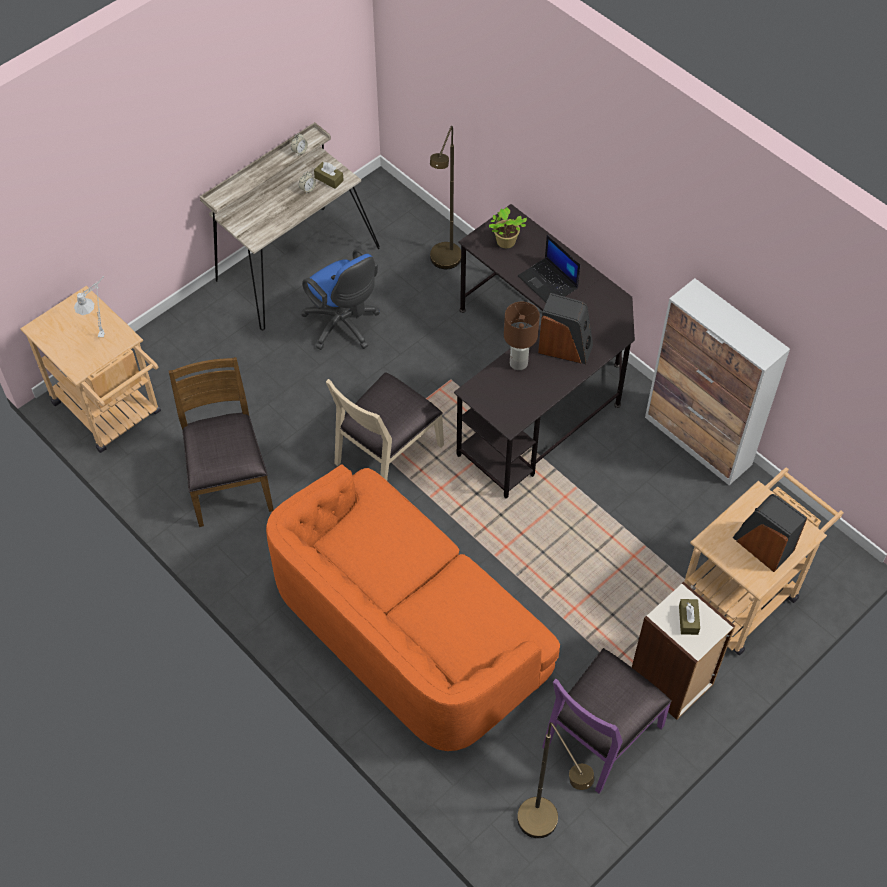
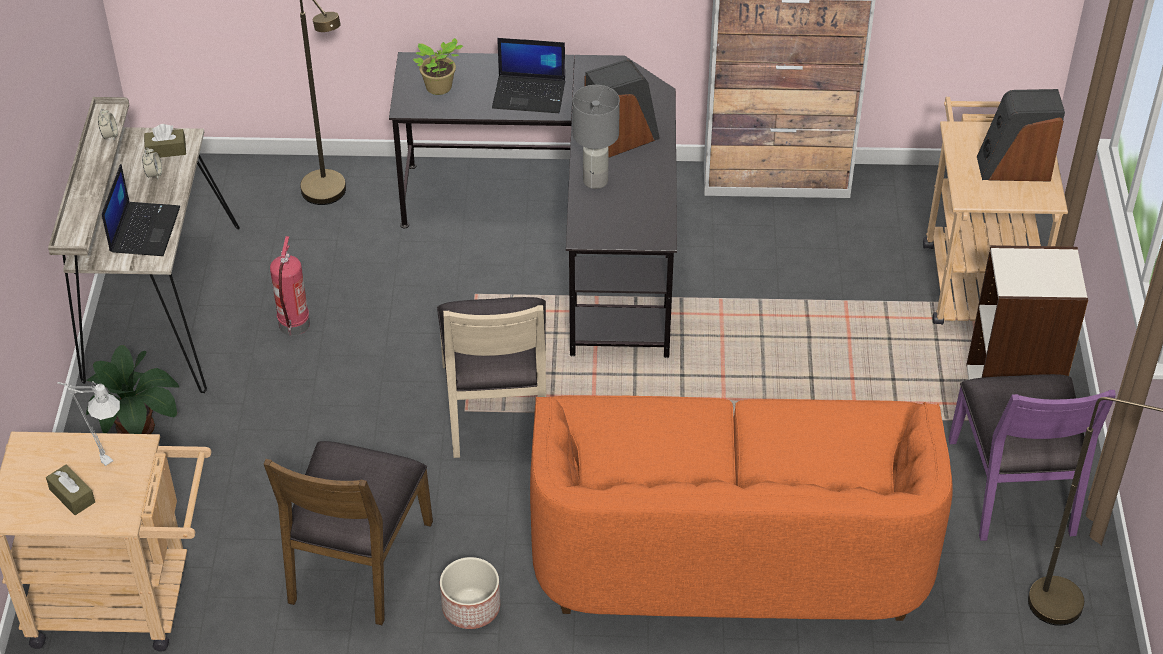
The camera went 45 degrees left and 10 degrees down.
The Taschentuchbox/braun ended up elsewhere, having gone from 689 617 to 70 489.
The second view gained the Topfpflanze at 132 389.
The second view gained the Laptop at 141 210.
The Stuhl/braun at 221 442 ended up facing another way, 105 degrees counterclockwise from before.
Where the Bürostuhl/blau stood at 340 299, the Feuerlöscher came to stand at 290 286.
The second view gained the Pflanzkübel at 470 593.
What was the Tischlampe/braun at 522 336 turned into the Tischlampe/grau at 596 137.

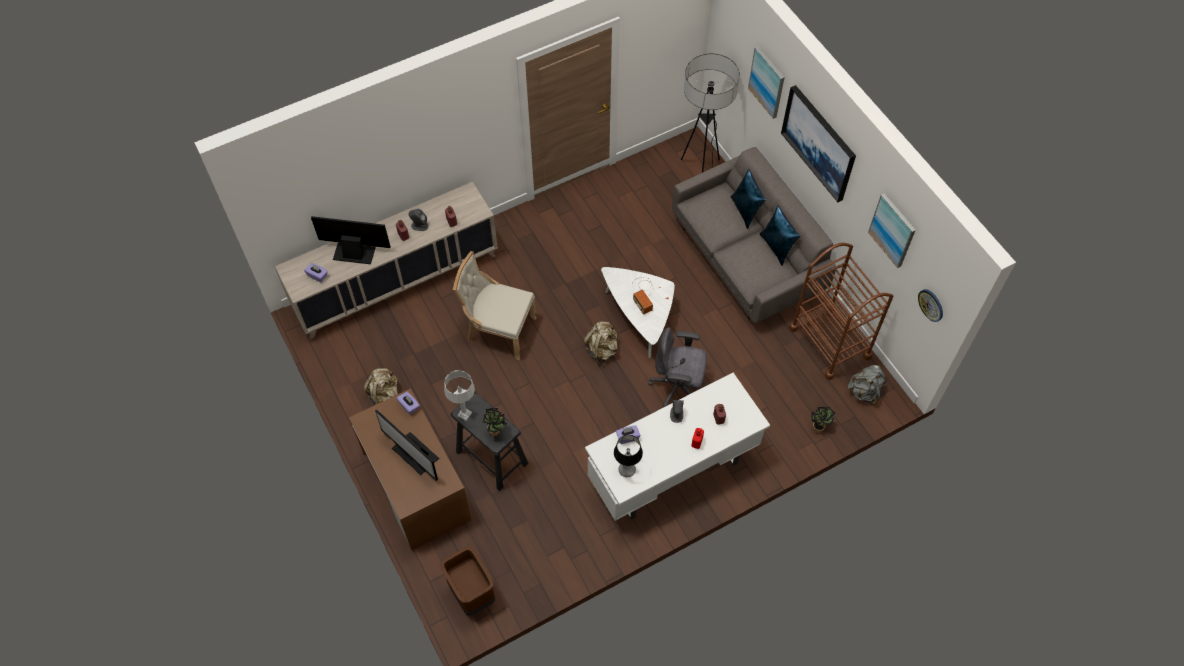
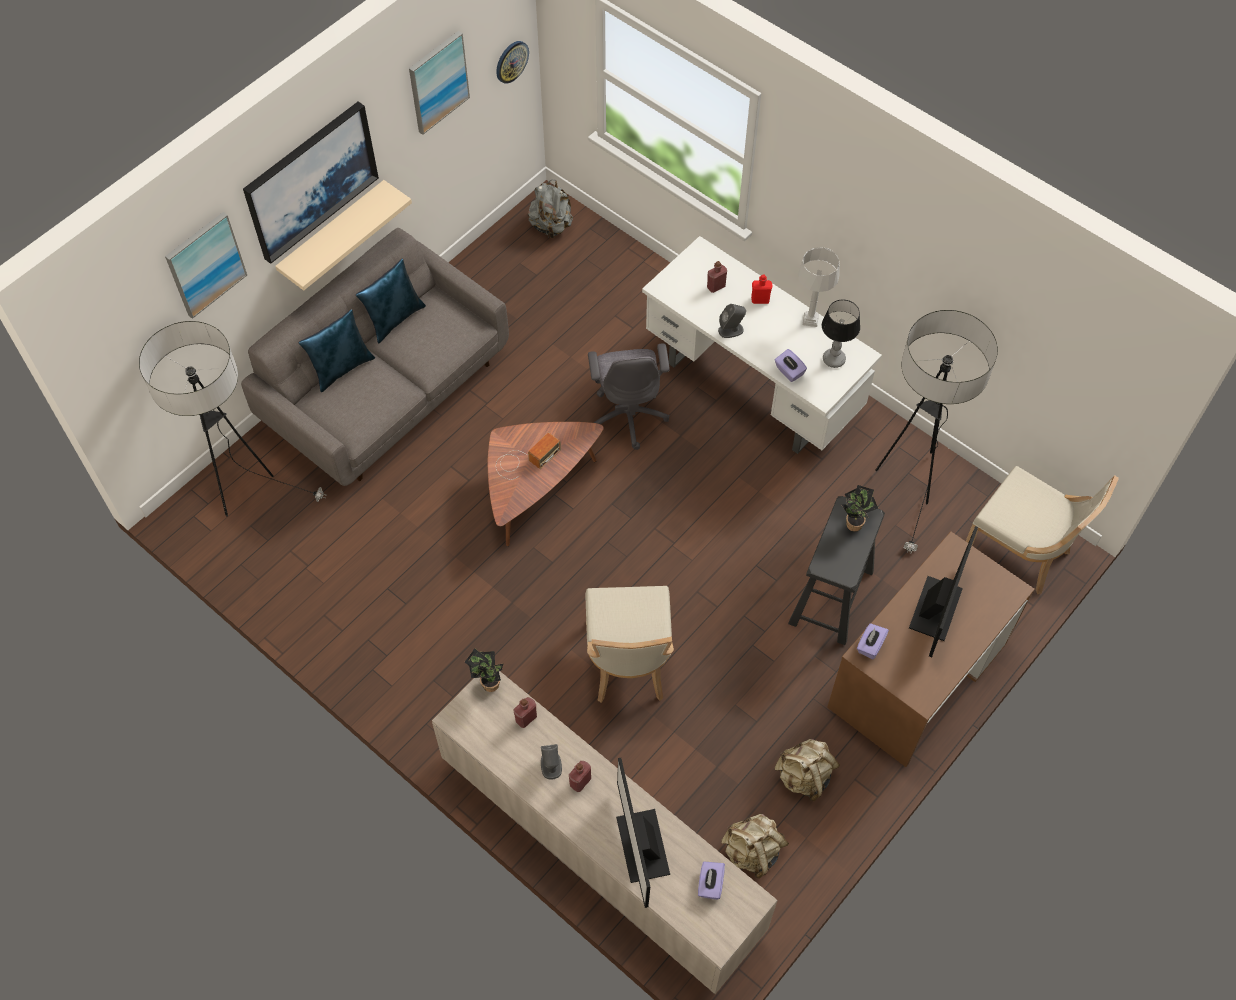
The camera went 110 degrees left and 0 degrees up.
The second view gained the Wandregal/beige at 343 235.
The Topfpflanze ended up elsewhere, having gone from 823 419 to 484 670.
What was the Couchtisch/weiß at 638 312 turned into the Couchtisch/braun at 546 484.
The Rucksack/beige ended up elsewhere, having gone from 600 342 to 755 846.
The Tischlampe/grau ended up elsewhere, having gone from 459 395 to 819 287.
The second view gained the Stehlampe at 936 432.
Where the Mülleimer/braun stood at 468 581, the Stuhl/beige came to stand at 1042 530.
The second view lost the Rollwagen/braun at 841 311.

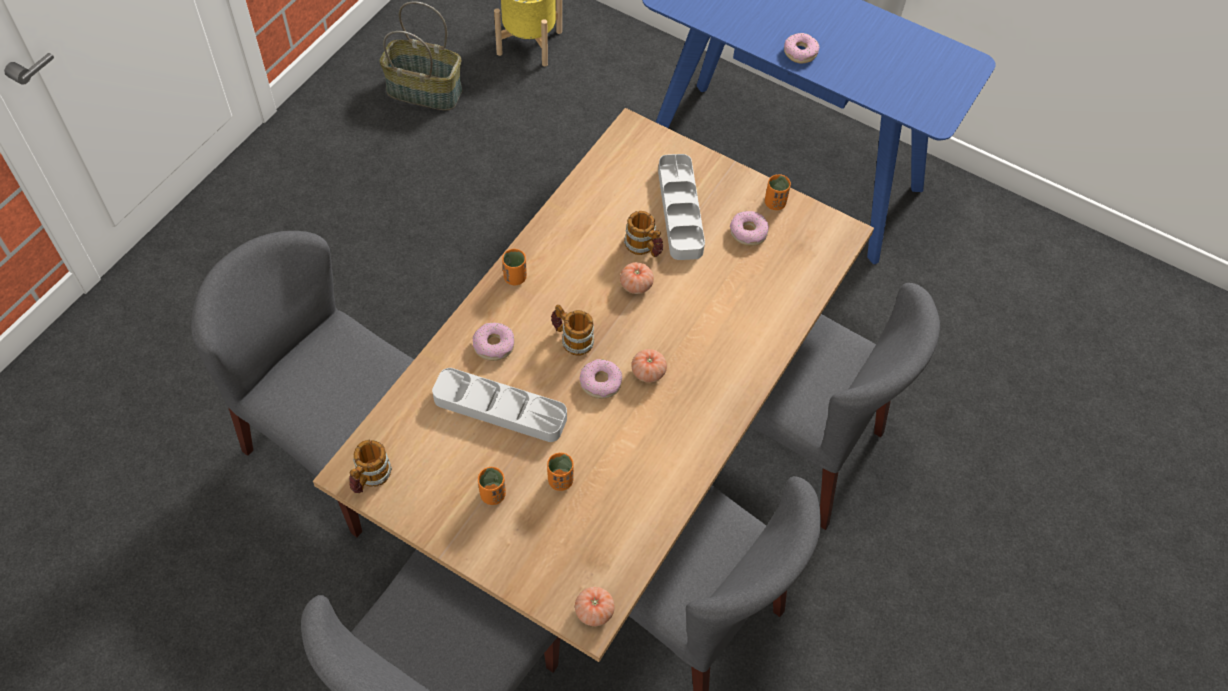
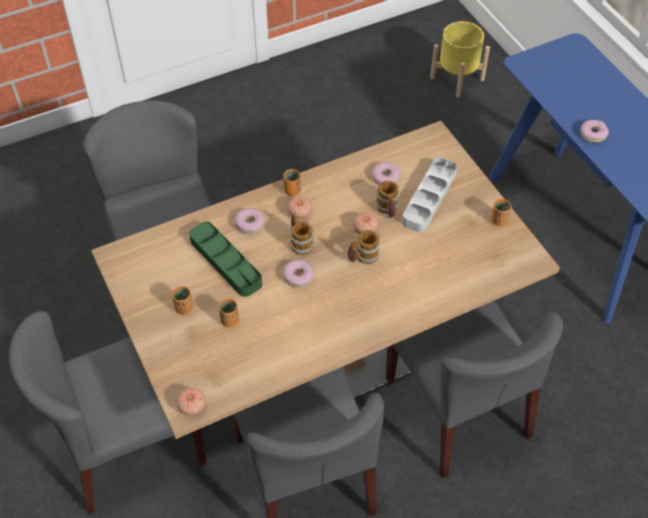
The camera went 35 degrees right and 5 degrees down.
What was the Tablett/grau at 499 405 turned into the Tablett/grün at 225 259.
The Tomate ended up elsewhere, having gone from 649 366 to 299 207.
The Henkelbecher ended up elsewhere, having gone from 370 466 to 363 247.
The Donut ended up elsewhere, having gone from 749 228 to 386 173.
The second view lost the Korb at 421 55.

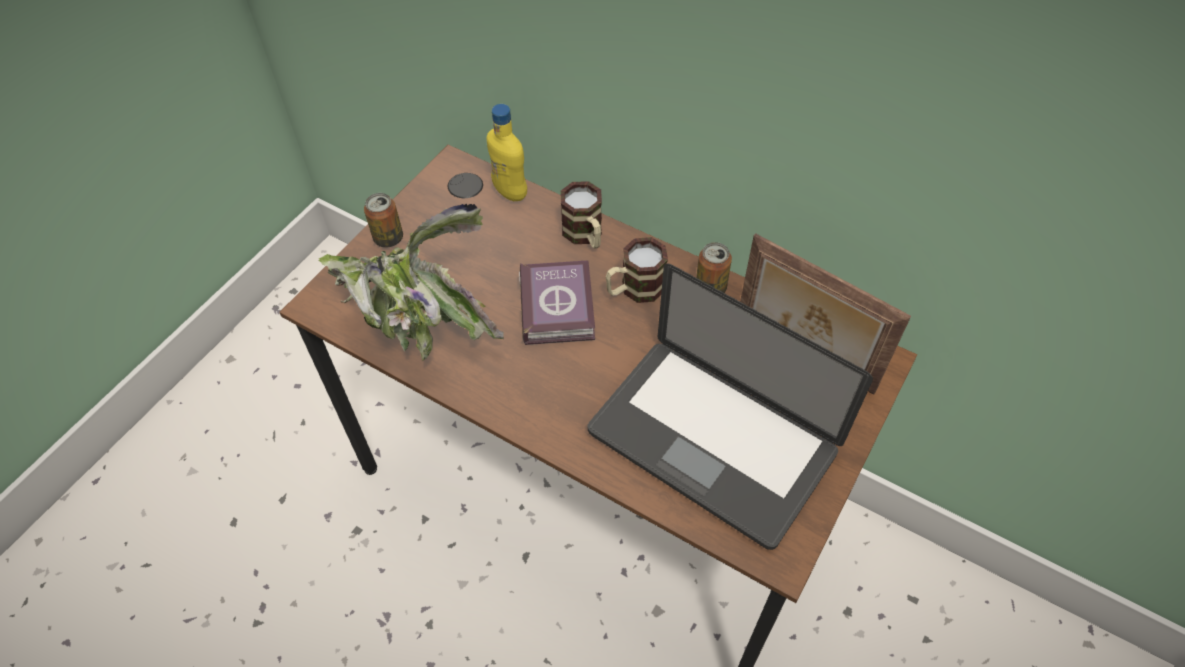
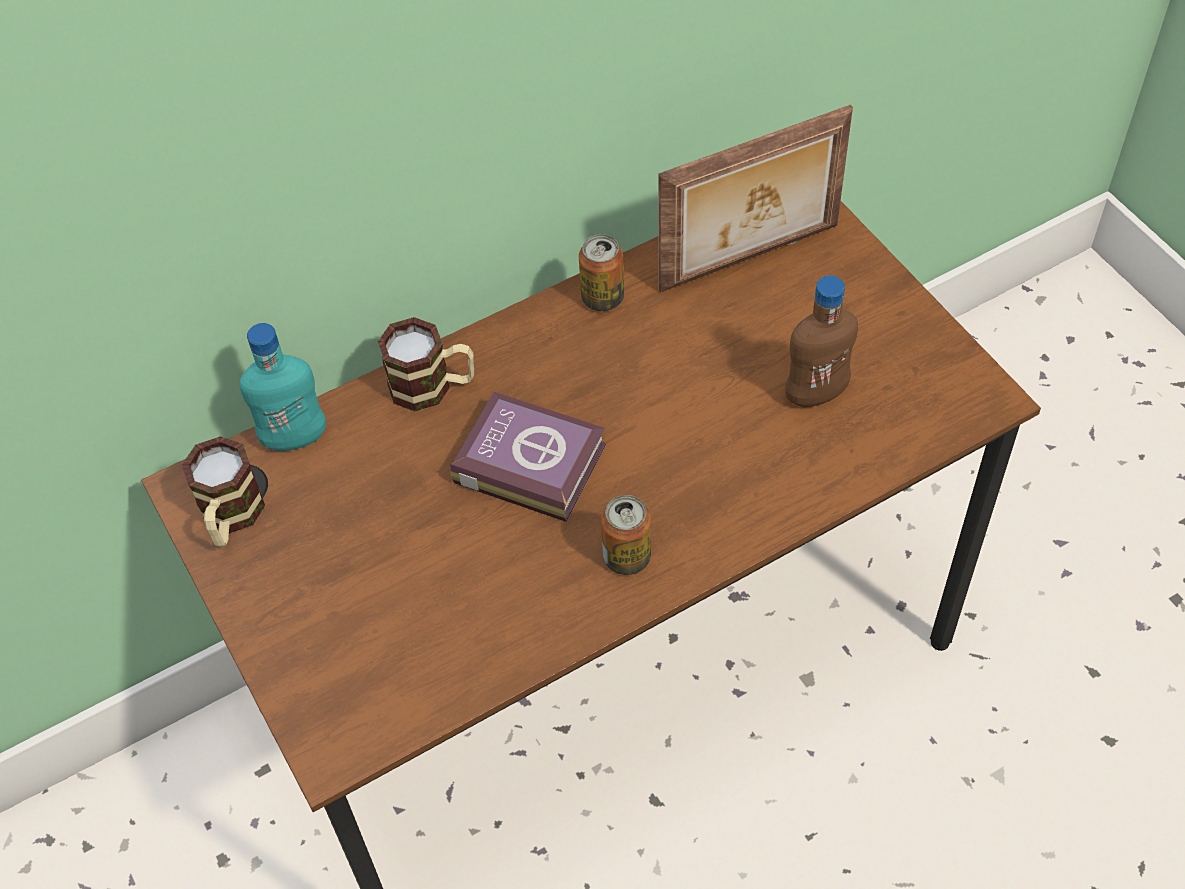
The camera went 60 degrees left and 0 degrees up.
The Henkelbecher ended up elsewhere, having gone from 637 270 to 223 491.
What was the Flasche/gelb at 507 152 turned into the Flasche/türkis at 282 387.
The Dose ended up elsewhere, having gone from 383 220 to 626 535.
Where the Laptop stood at 730 407, the Flasche/braun came to stand at 821 341.
The second view lost the Topfpflanze at 411 282.

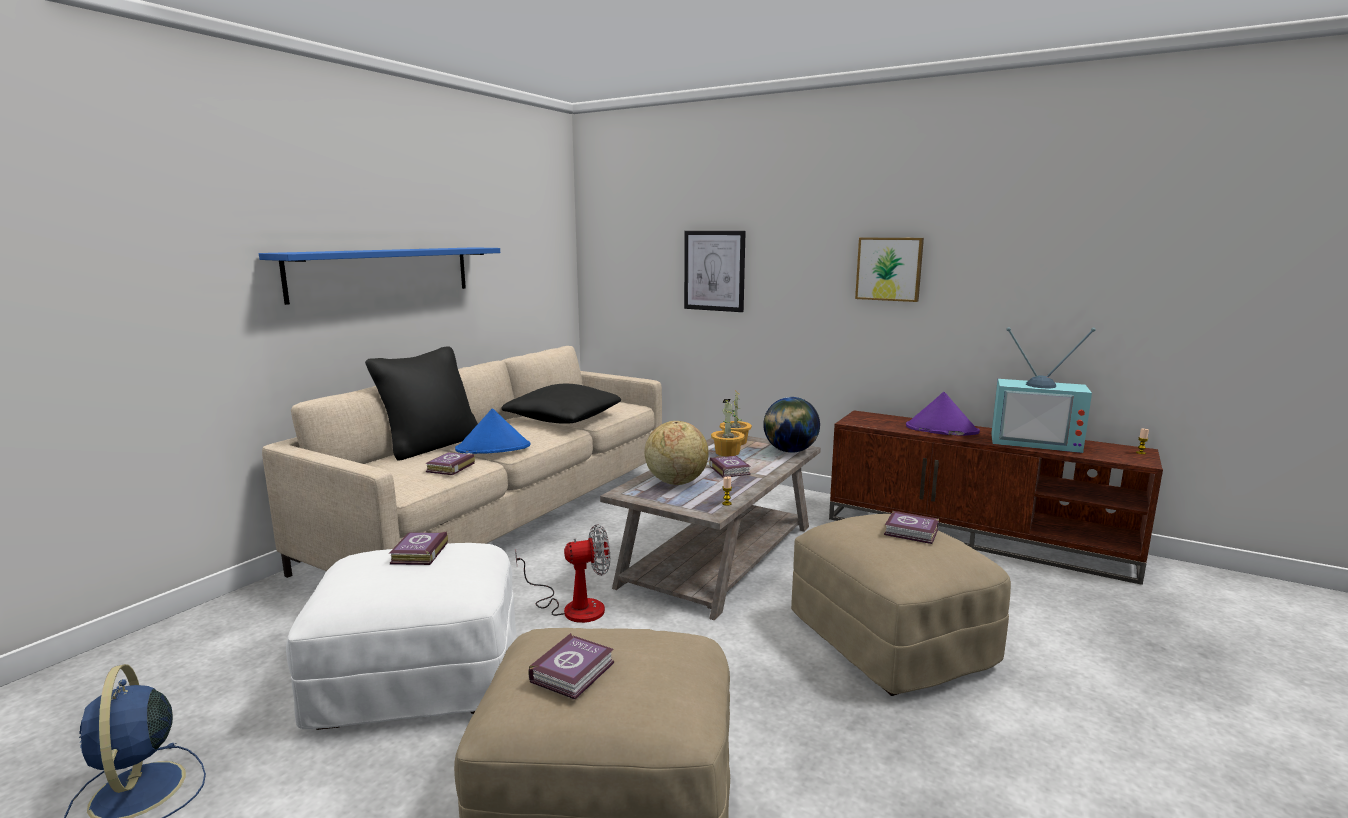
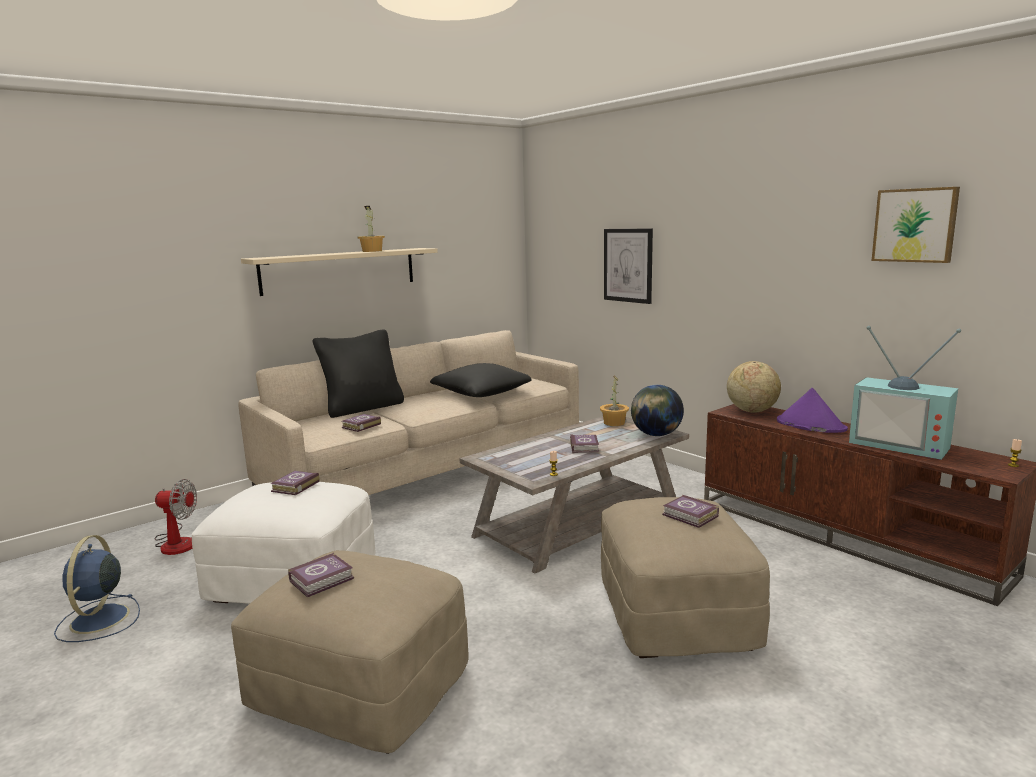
The camera went 20 degrees right and 0 degrees up.
The Ventilator ended up elsewhere, having gone from 562 573 to 176 517.
What was the Wandregal/blau at 379 276 turned into the Wandregal/beige at 339 272.
The Topfpflanze ended up elsewhere, having gone from 728 427 to 371 229.
The Globus ended up elsewhere, having gone from 677 453 to 754 387.
The Bild ended up elsewhere, having gone from 889 270 to 915 225.
The second view lost the Hut/blau at 493 431.

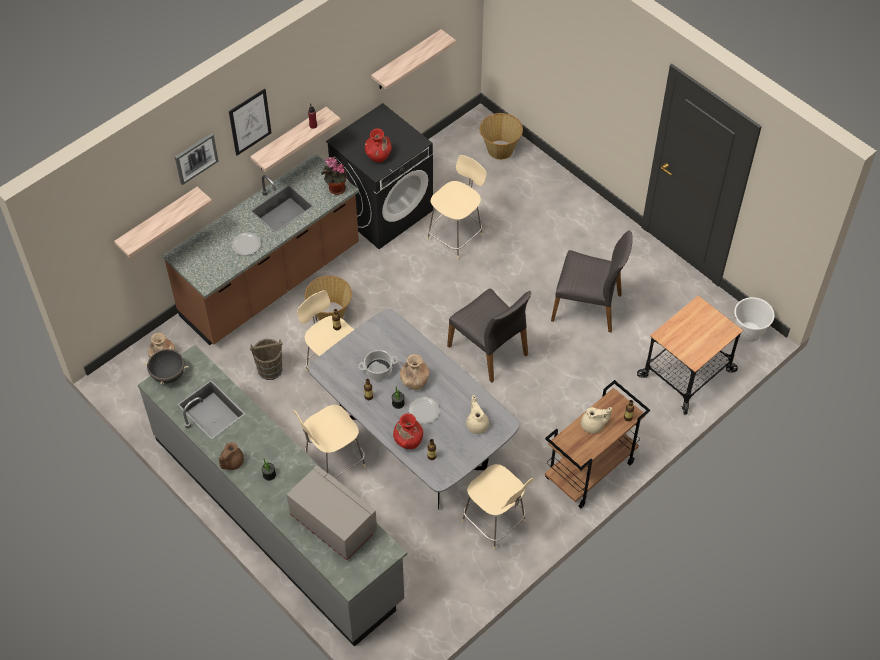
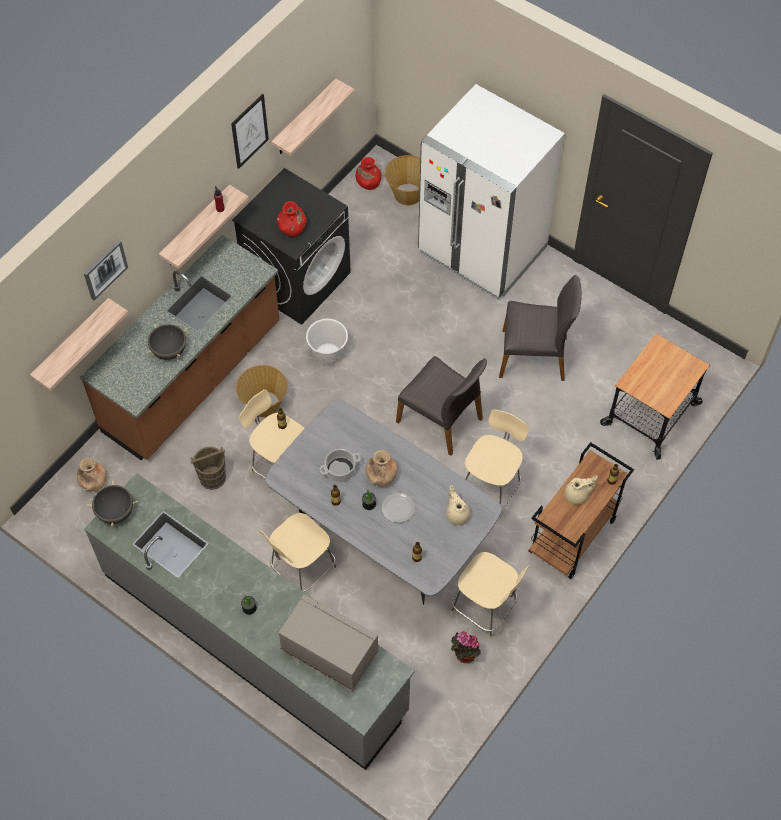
The camera went 10 degrees left and 5 degrees up.
Where the Teller stood at 246 244, the Kochtopf/schwarz came to stand at 167 342.
The Bild ended up elsewhere, having gone from 250 122 to 250 131.
The Eimer/weiß ended up elsewhere, having gone from 754 319 to 327 342.
The Vase/rot ended up elsewhere, having gone from 408 431 to 368 173.
The second view gained the Kühlschrank/weiß at 491 192.
The Topfpflanze ended up elsewhere, having gone from 334 176 to 466 647.
The Hocker/beige ended up elsewhere, having gone from 457 207 to 497 464.
The second view lost the Teekanne/braun at 231 456.

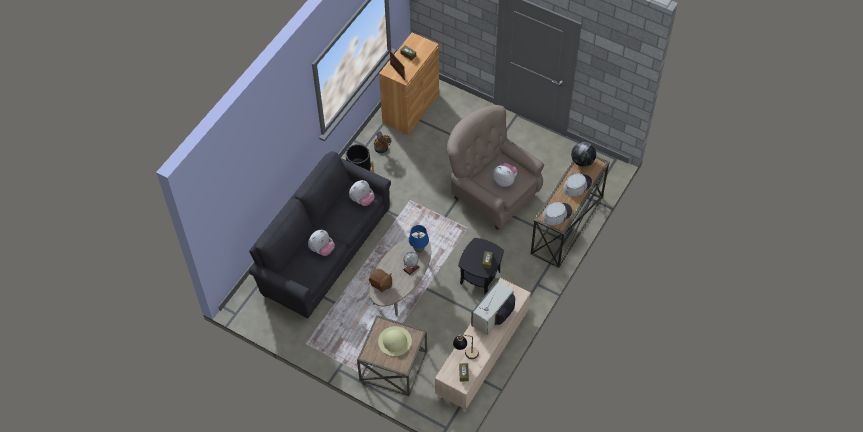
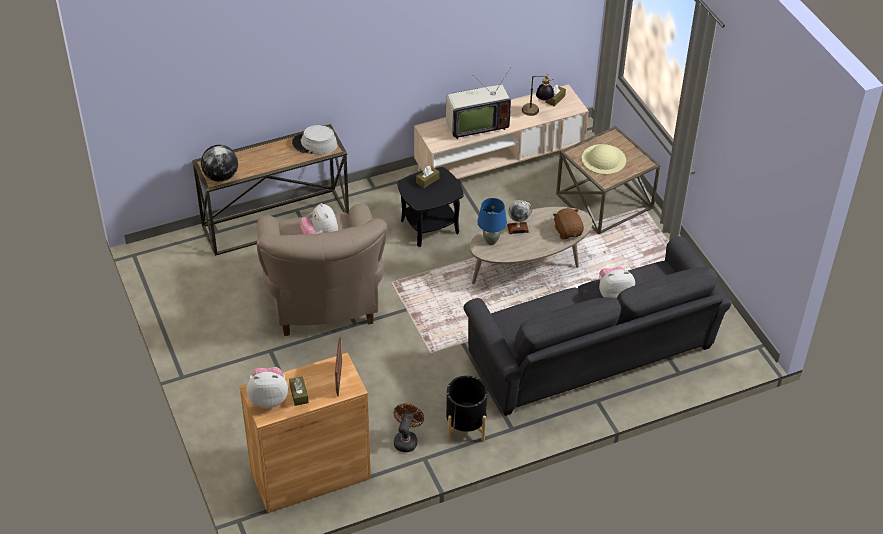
The camera went 145 degrees left and 10 degrees down.
The Plüschtier ended up elsewhere, having gone from 362 193 to 267 387.
The second view lost the Hut/grau at 577 184.

